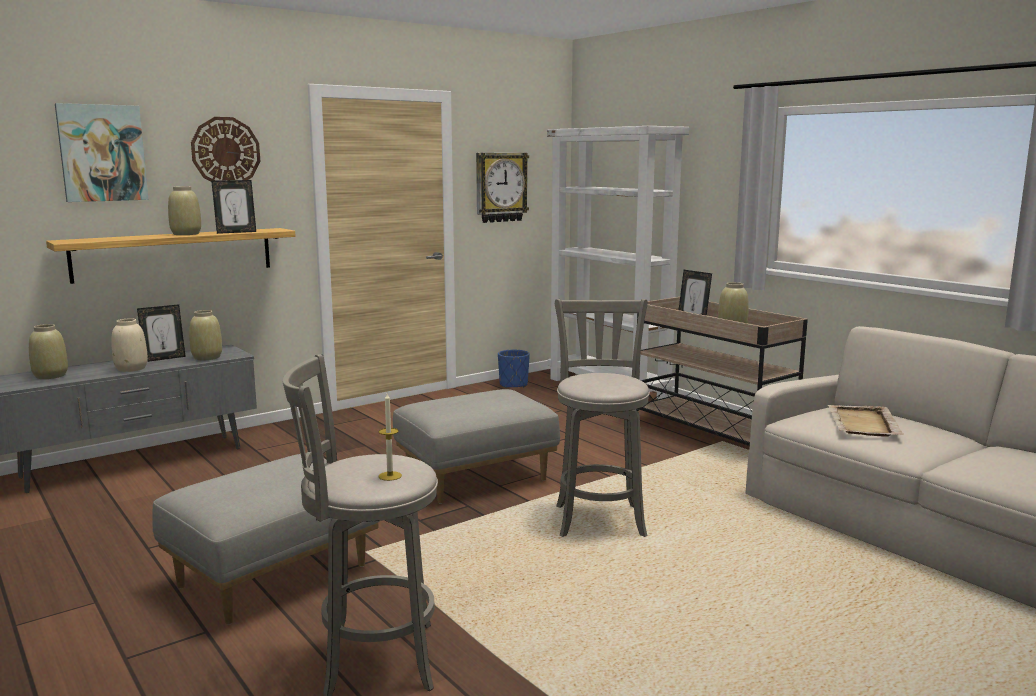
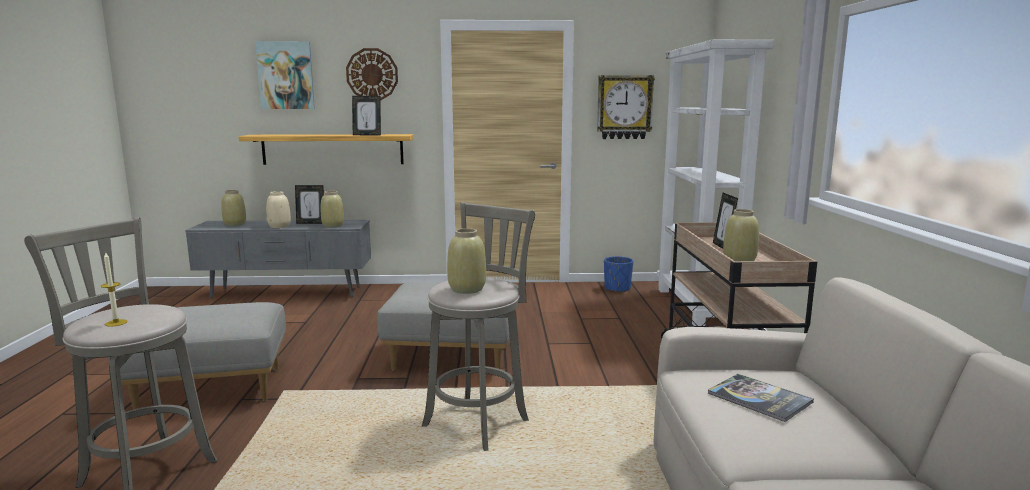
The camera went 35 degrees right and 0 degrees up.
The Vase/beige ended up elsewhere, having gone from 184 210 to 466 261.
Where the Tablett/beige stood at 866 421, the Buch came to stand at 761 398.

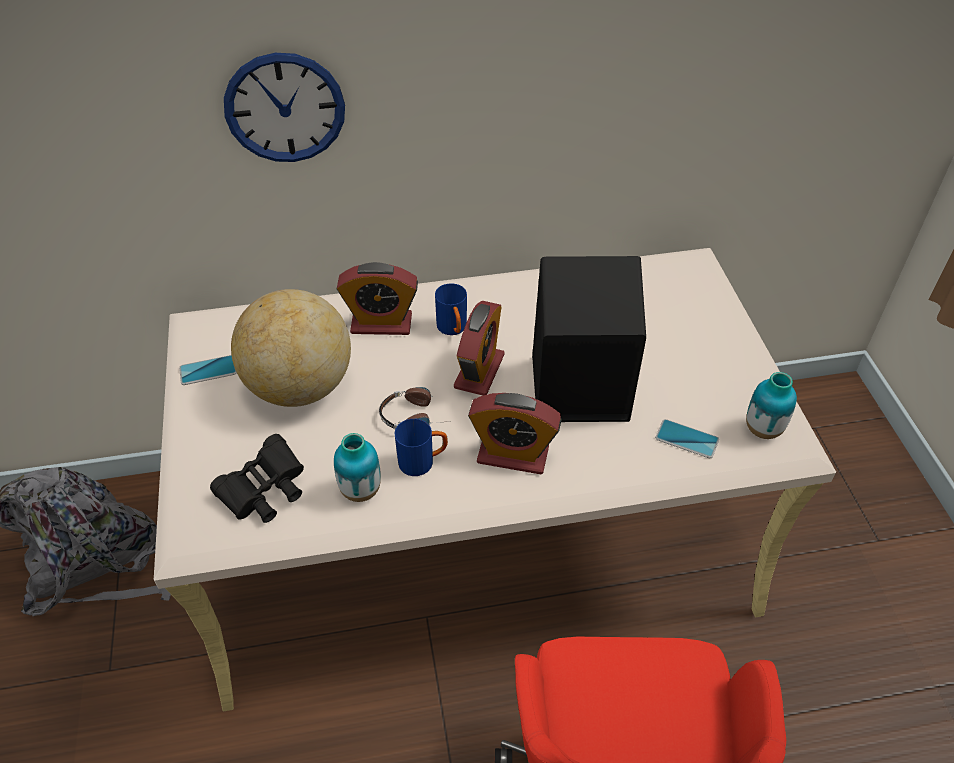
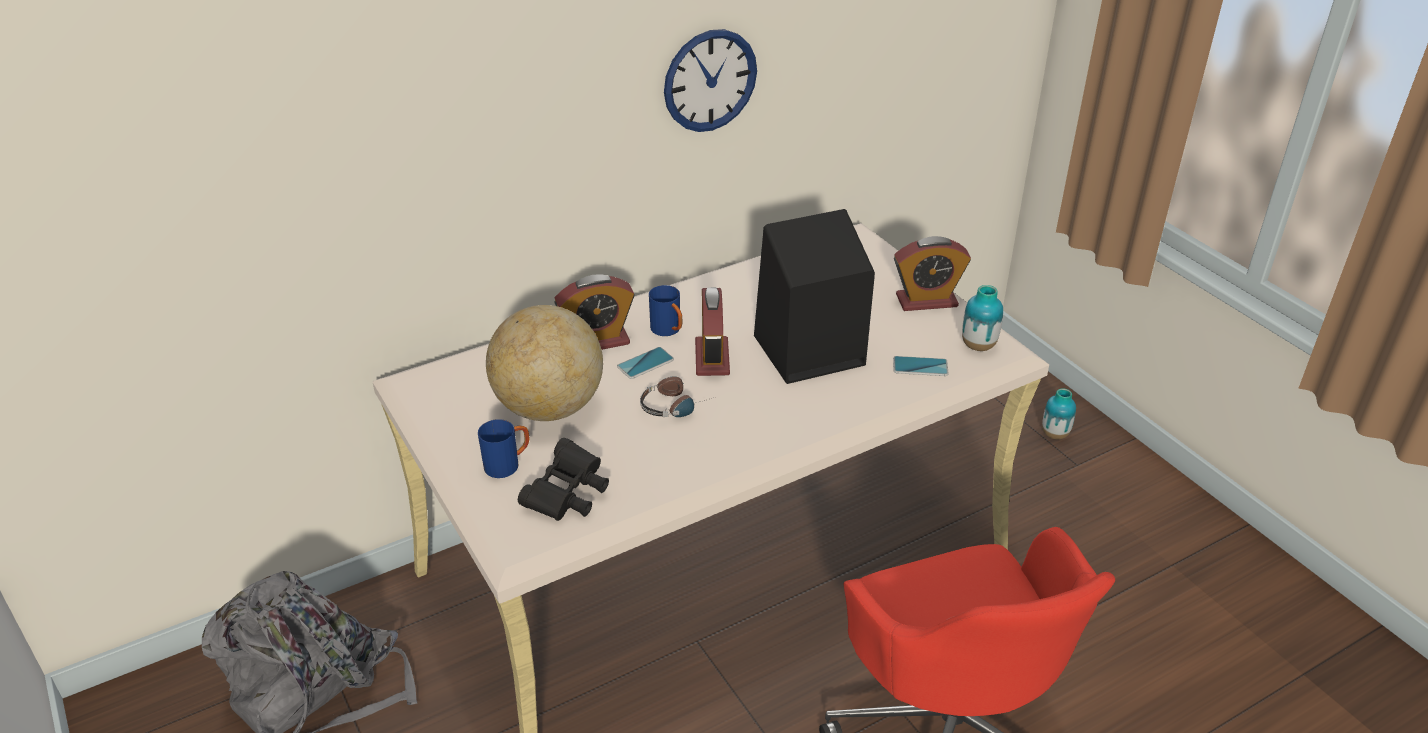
The camera went 20 degrees left and 10 degrees down.
The Henkelbecher/blau ended up elsewhere, having gone from 421 447 to 503 448.
The Handy ended up elsewhere, having gone from 208 370 to 645 363.
The Wanduhr ended up elsewhere, having gone from 284 107 to 710 80.
The Wecker ended up elsewhere, having gone from 515 433 to 932 273.
The Vase ended up elsewhere, having gone from 357 467 to 1059 413.

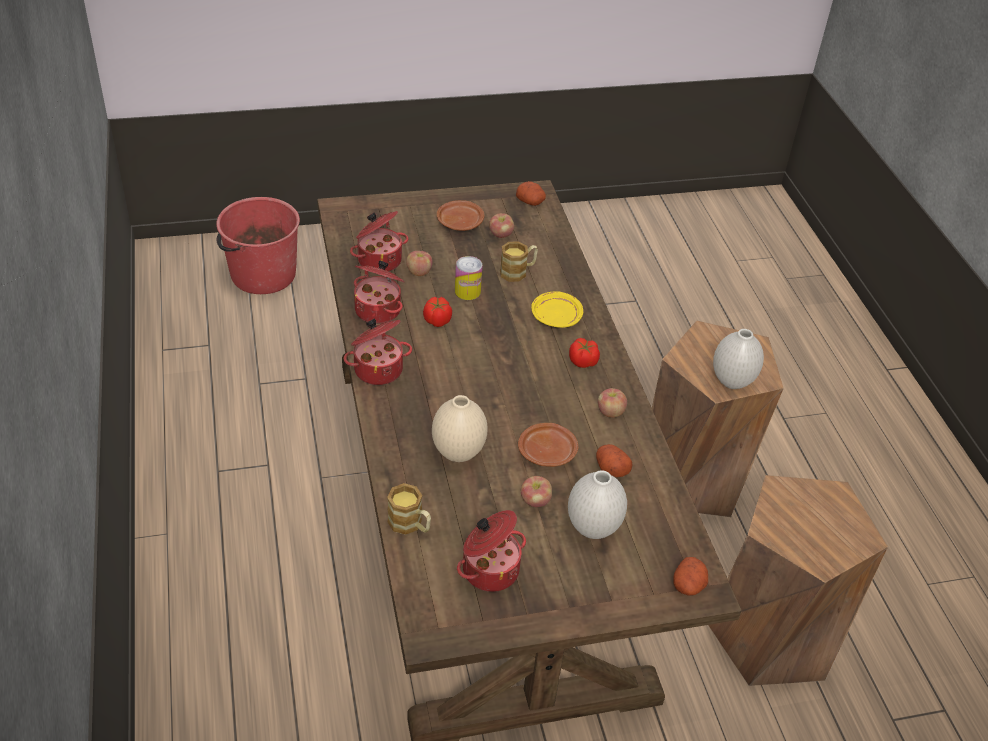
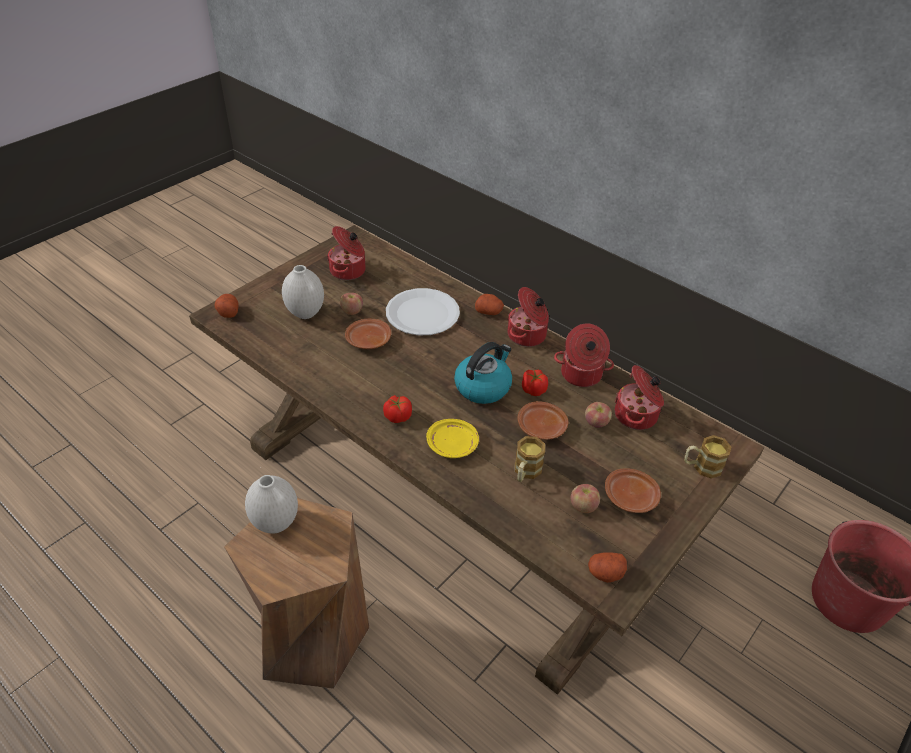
The camera went 145 degrees right and 0 degrees up.
Where the Vase/beige stood at 460 428, the Teller/weiß came to stand at 423 311.
The second view gained the Wasserkessel at 483 373.
The Kartoffel ended up elsewhere, having gone from 614 461 to 489 304.
Where the Dose stood at 468 278, the Teller/braun came to stand at 543 420.
The Henkelbecher ended up elsewhere, having gone from 409 509 to 707 457.
The second view lost the Apfel at 612 403.
The second view lost the Hocker/braun at 798 580.

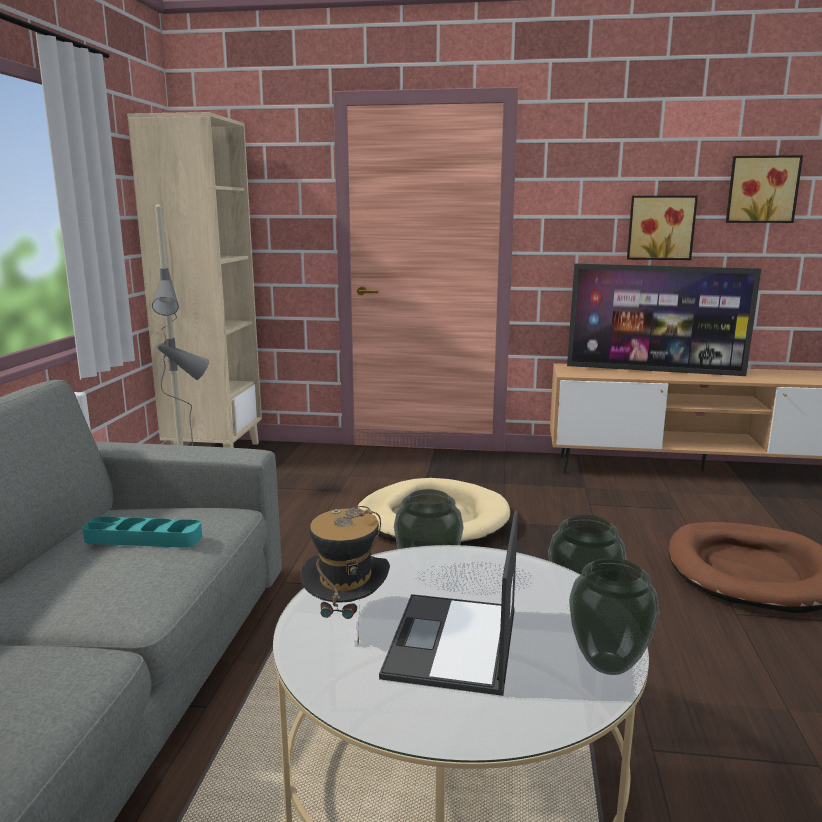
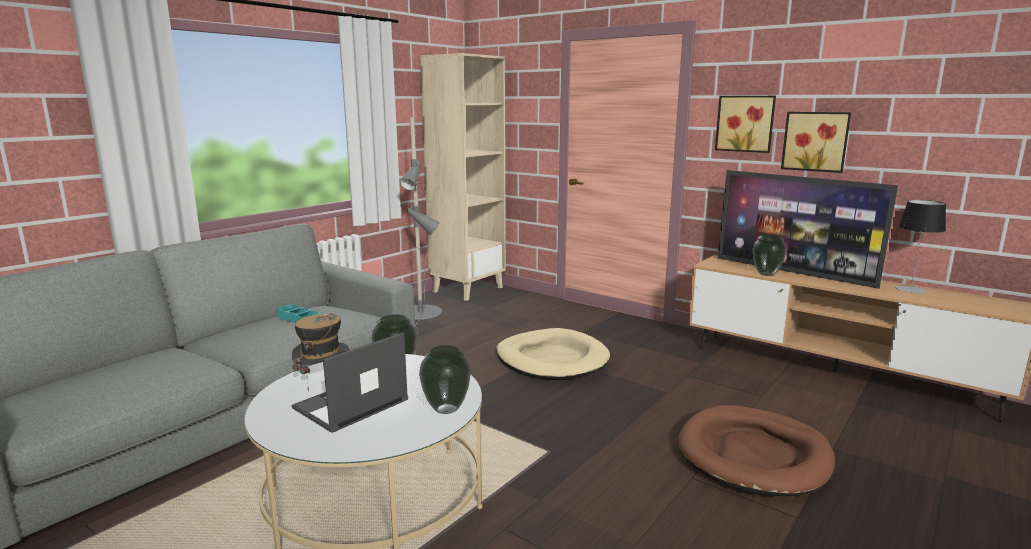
The camera went 30 degrees right and 0 degrees up.
The Bild ended up elsewhere, having gone from 764 189 to 745 124.
The Vase ended up elsewhere, having gone from 614 616 to 770 255.
The second view gained the Tischlampe at 920 246.

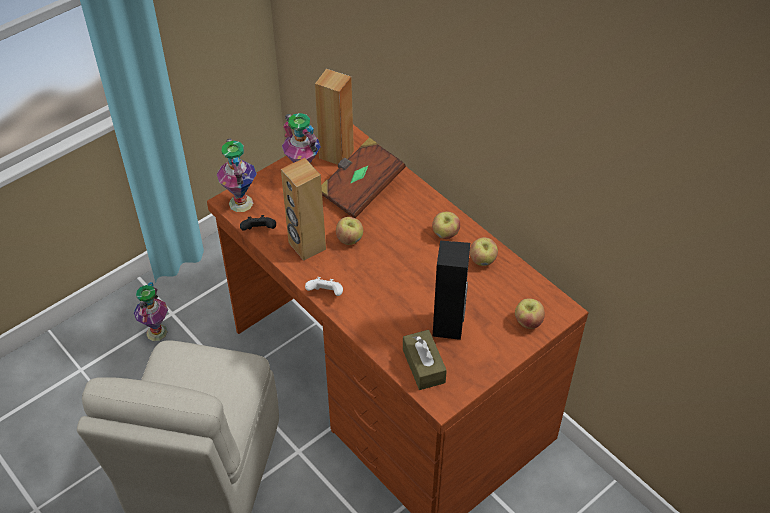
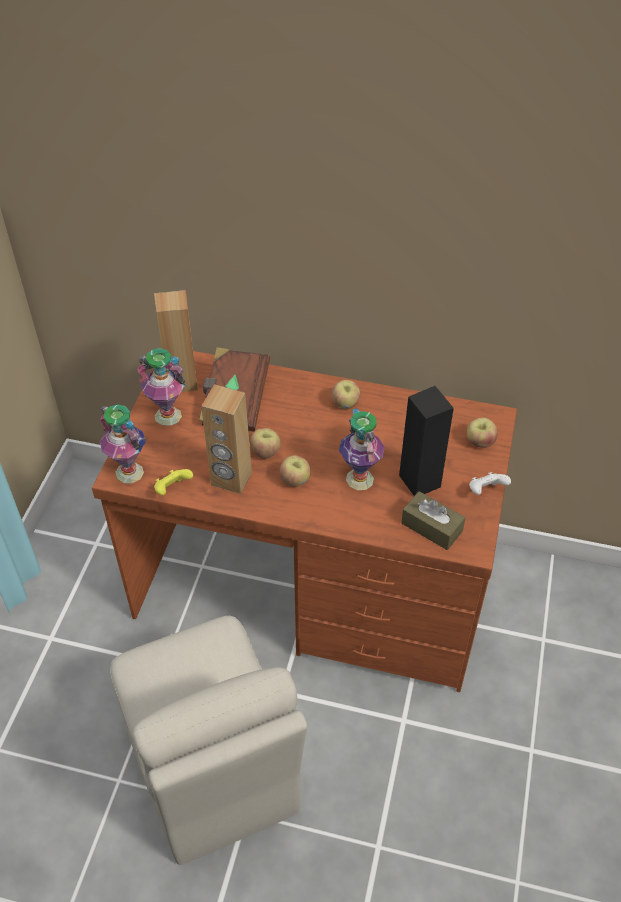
The camera went 35 degrees left and 0 degrees up.
What was the Gamepad/schwarz at 258 223 turned into the Gamepad/gelb at 173 482.
The Apfel ended up elsewhere, having gone from 484 251 to 295 471.
The Vase ended up elsewhere, having gone from 151 311 to 362 449.
The Gamepad/weiß ended up elsewhere, having gone from 324 286 to 490 483.

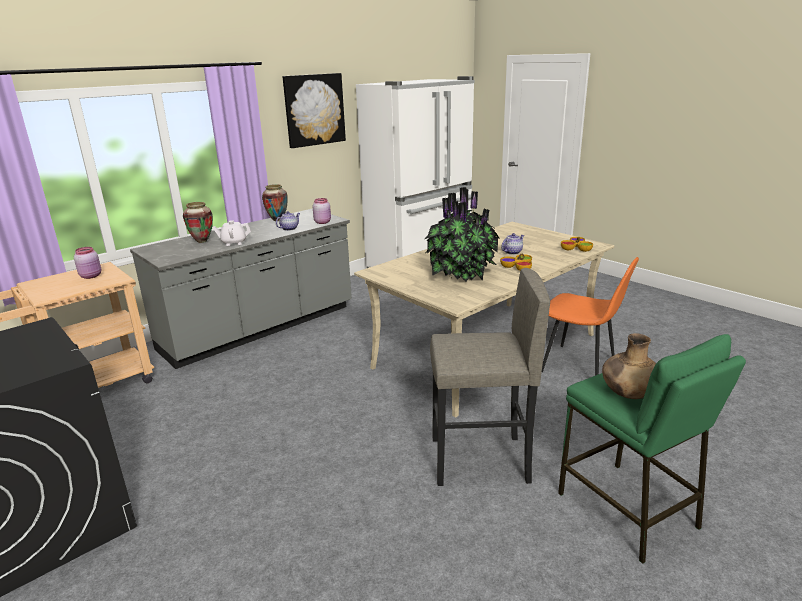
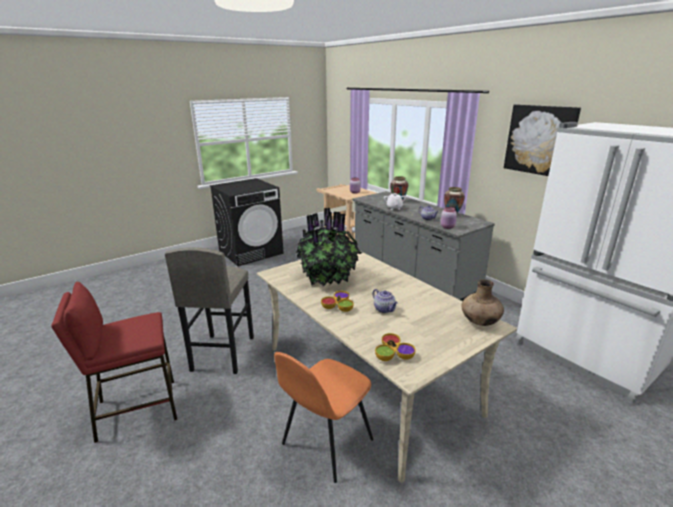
The camera went 95 degrees right and 0 degrees up.
What was the Hocker/grün at 652 449 turned into the Hocker/rot at 114 362.
The Vase/braun ended up elsewhere, having gone from 629 366 to 483 302.

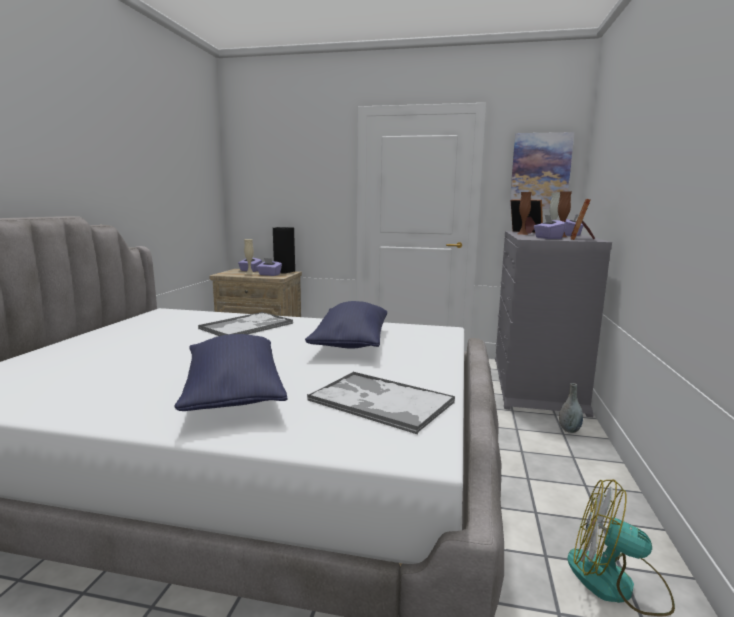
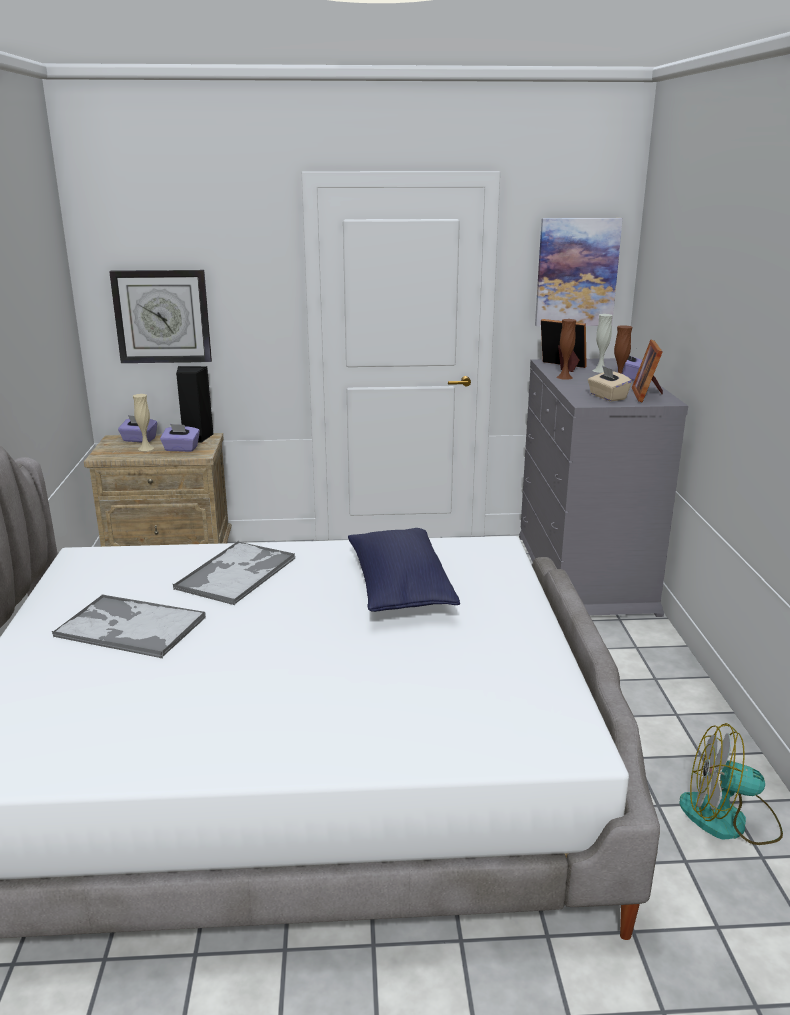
The camera went 15 degrees left and 10 degrees up.
The Tablett ended up elsewhere, having gone from 381 403 to 129 626.
The second view gained the Wanduhr at 160 316.
What was the Taschentuchbox/lila at 550 227 turned into the Taschentuchbox/beige at 610 384.
The second view lost the Kissen/blau at 231 372.
The second view lost the Vase/grau at 571 408.

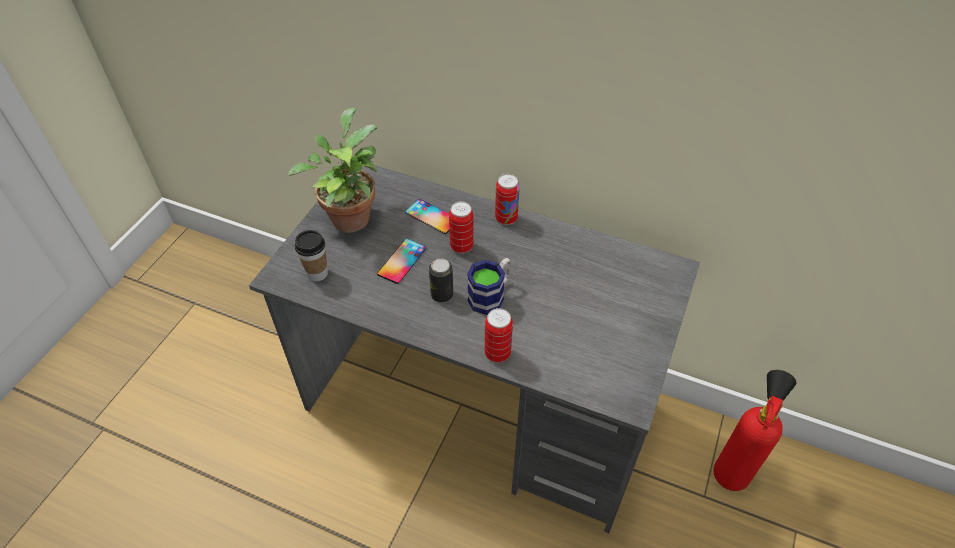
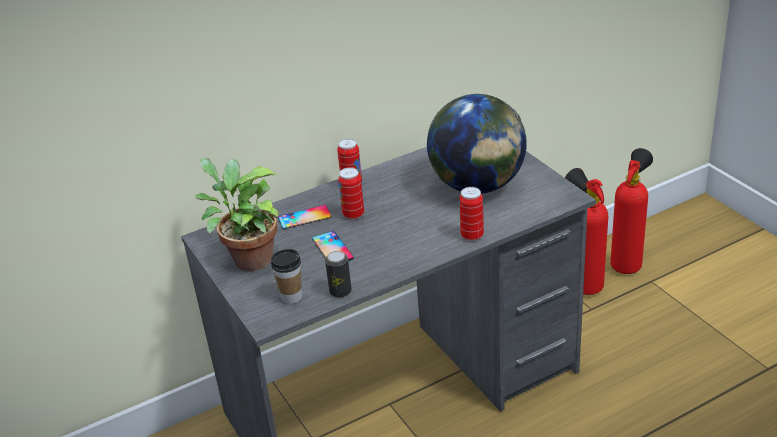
The camera went 50 degrees left and 15 degrees down.
The Dose ended up elsewhere, having gone from 441 280 to 338 274.
The second view gained the Globus at 477 144.
The second view gained the Feuerlöscher at 632 211.
The second view lost the Henkelbecher at 489 286.

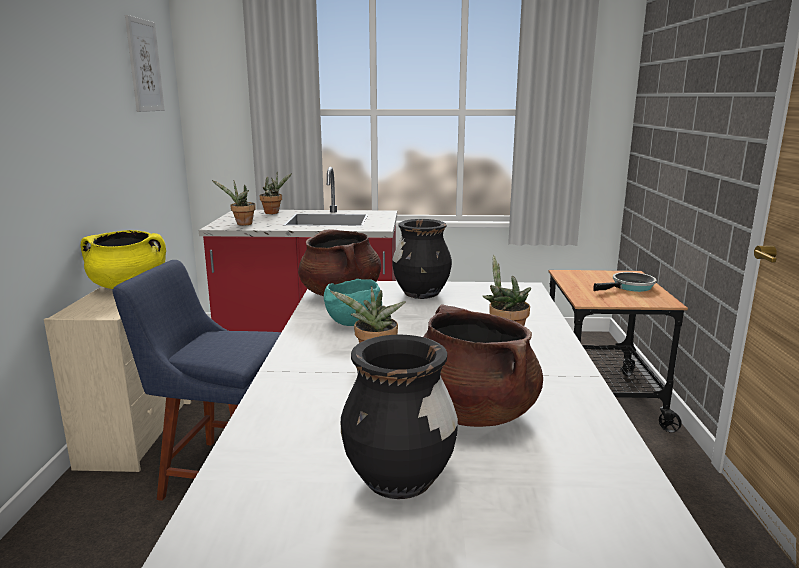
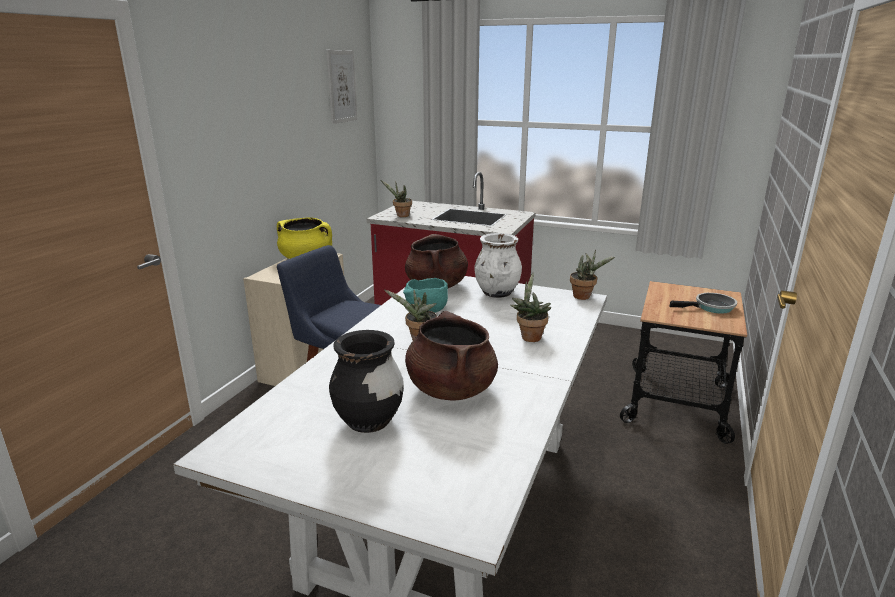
The camera went 20 degrees right and 5 degrees up.
What was the Vase/schwarz at 422 259 turned into the Vase/weiß at 498 265.
The Topfpflanze ended up elsewhere, having gone from 276 193 to 592 275.

